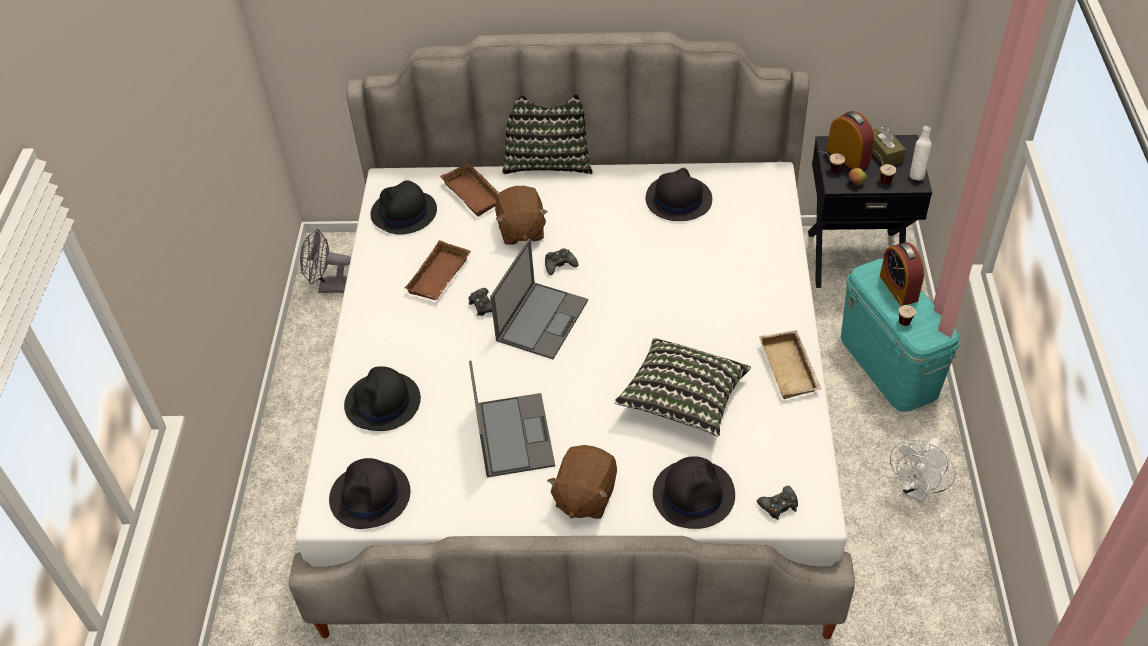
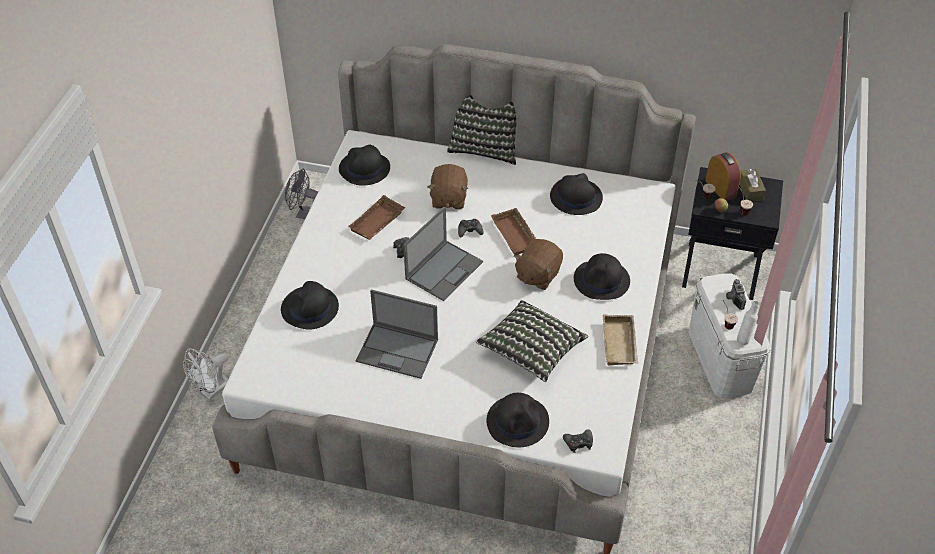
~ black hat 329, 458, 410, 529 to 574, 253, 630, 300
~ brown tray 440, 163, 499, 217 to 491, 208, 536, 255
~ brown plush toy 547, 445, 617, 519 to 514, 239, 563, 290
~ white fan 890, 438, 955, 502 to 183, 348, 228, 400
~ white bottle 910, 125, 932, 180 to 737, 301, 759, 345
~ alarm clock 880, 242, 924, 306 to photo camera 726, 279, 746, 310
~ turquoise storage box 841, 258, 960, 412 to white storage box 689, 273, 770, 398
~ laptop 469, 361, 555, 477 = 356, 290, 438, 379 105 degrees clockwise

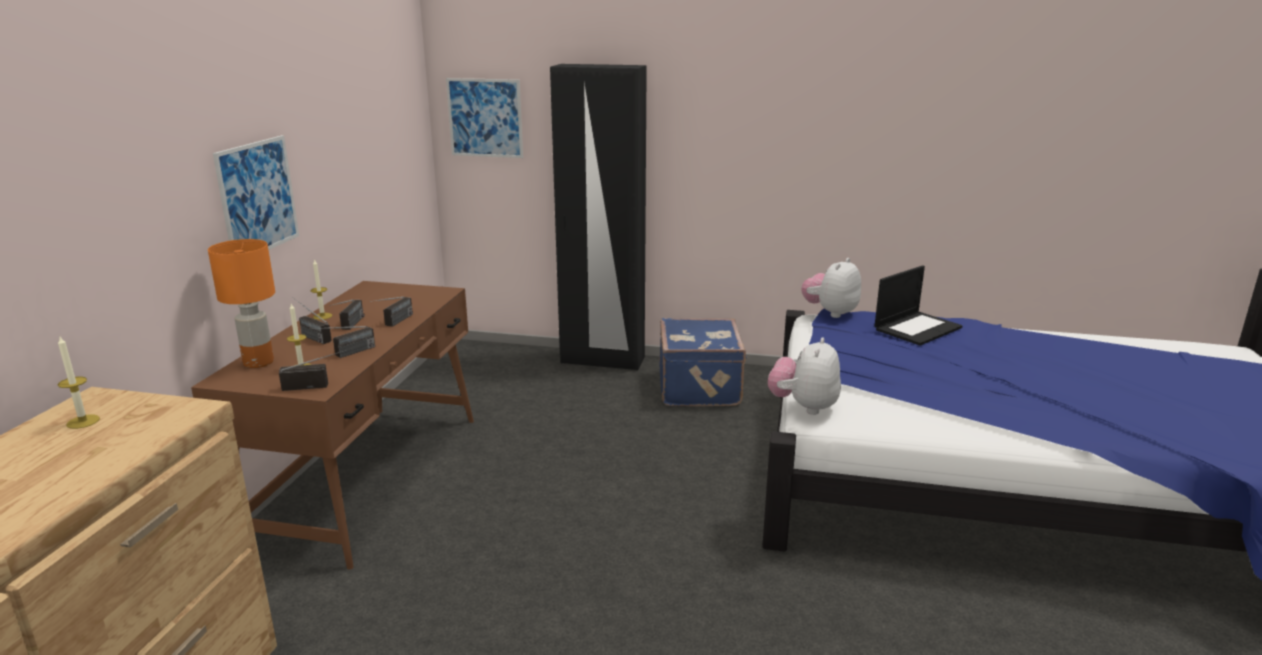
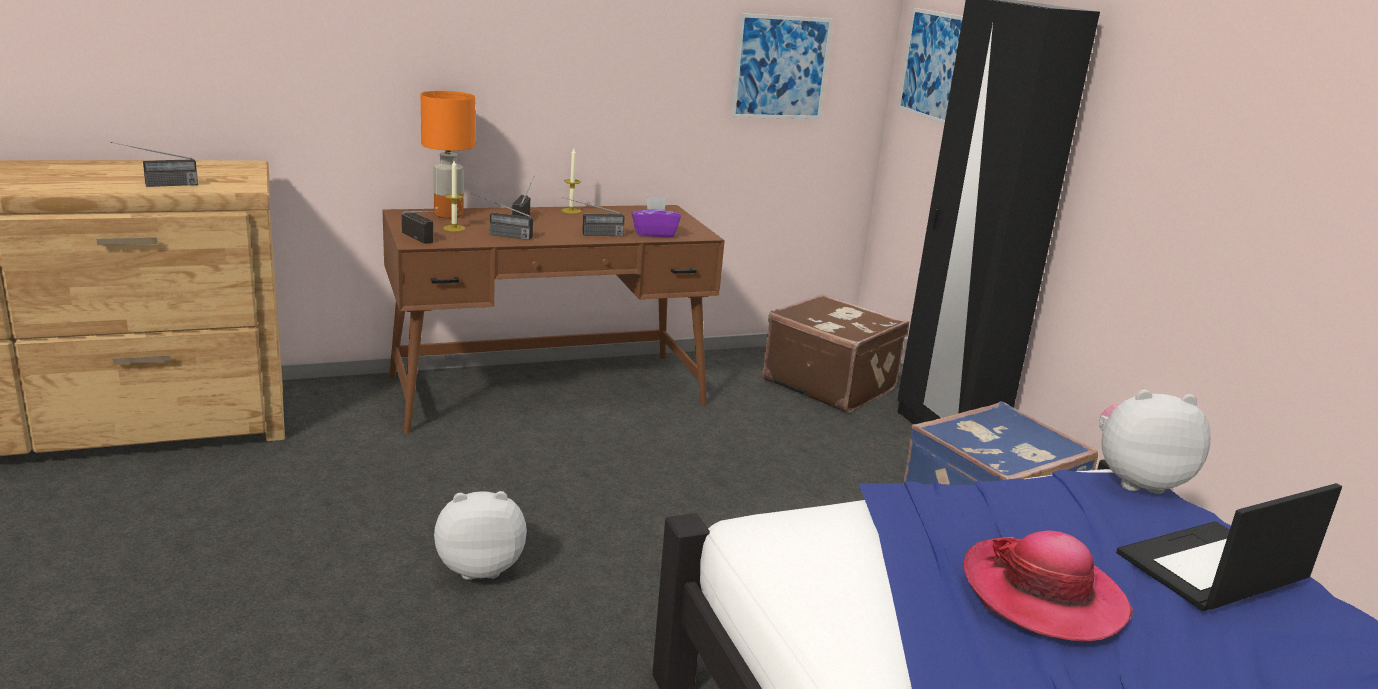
- candle 58, 337, 100, 429
+ purple tissue box 631, 197, 681, 237
+ brown suitcase 762, 294, 909, 413
+ hat 963, 531, 1133, 641
~ picture 213, 135, 299, 250 to 731, 13, 833, 119
~ radio 330, 300, 365, 330 to 111, 142, 198, 187
~ plush toy 768, 337, 841, 415 to 434, 491, 527, 580
~ laptop 874, 265, 963, 346 = 1116, 483, 1342, 611 135 degrees clockwise

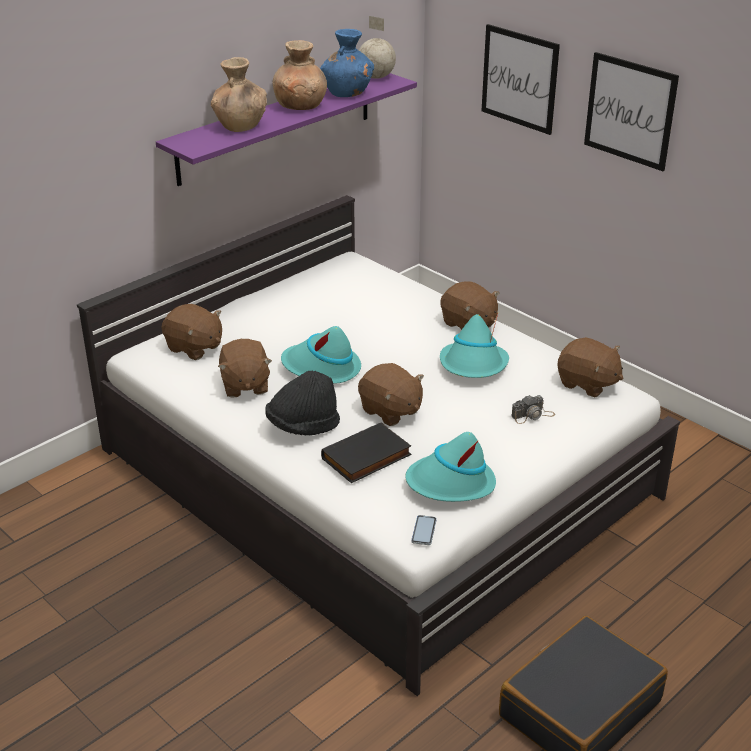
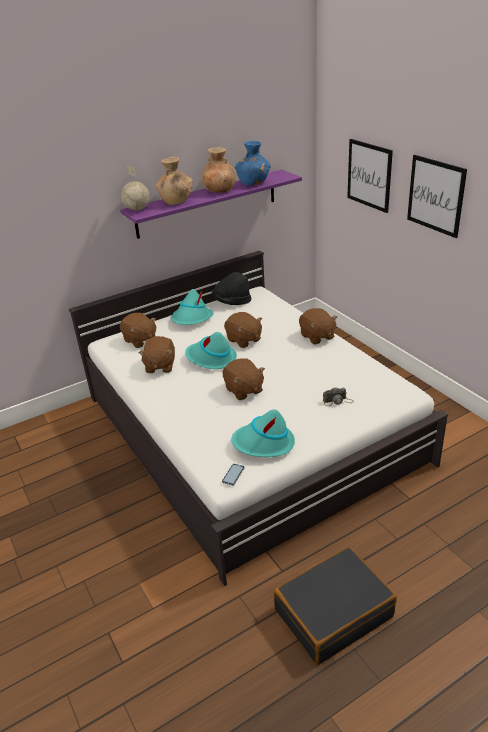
- black book 321, 422, 411, 483
~ black hat 265, 371, 340, 435 to 212, 272, 251, 305
~ globe 359, 16, 396, 79 to 121, 165, 150, 210
~ turquoise hat 440, 314, 509, 378 to 171, 288, 213, 325
~ brown plush toy 558, 337, 623, 397 to 224, 312, 262, 348

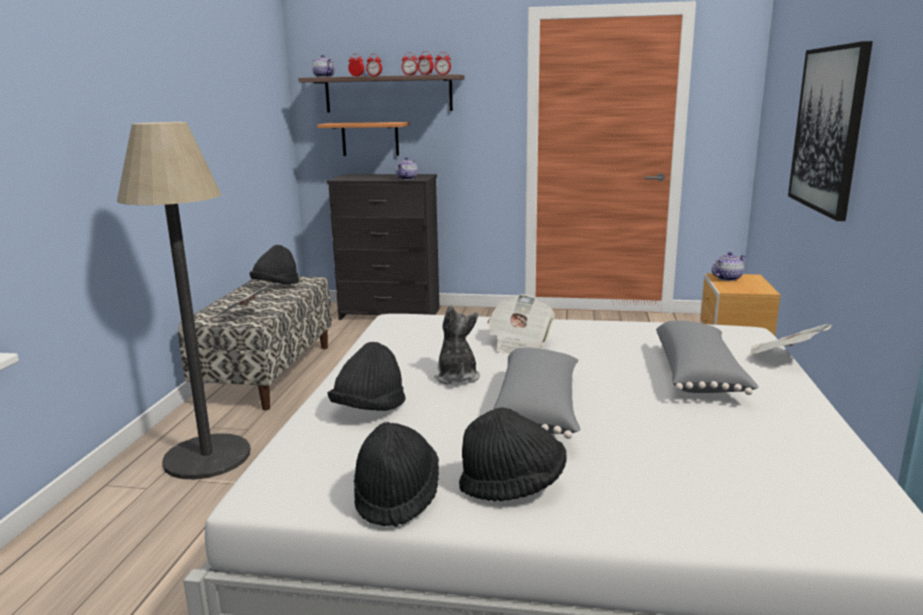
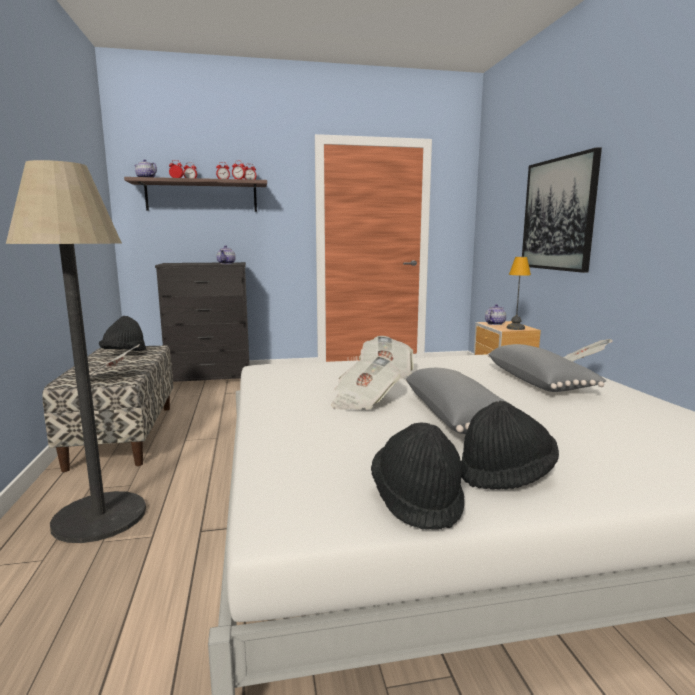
- shelf 317, 122, 410, 156
- black hat 328, 342, 406, 411
+ table lamp 507, 257, 531, 330
~ plush toy 434, 305, 480, 385 to newspaper 331, 356, 401, 410

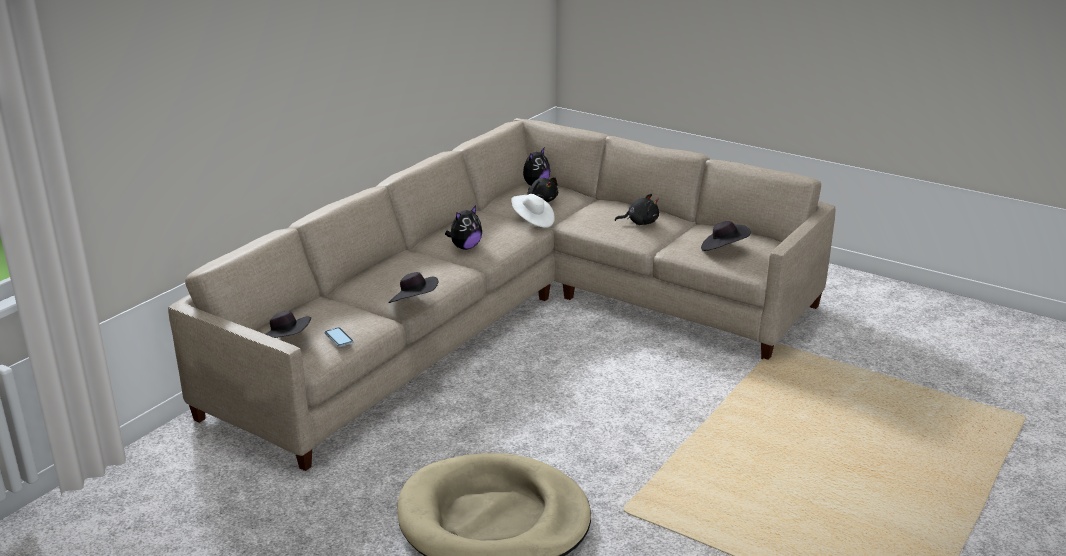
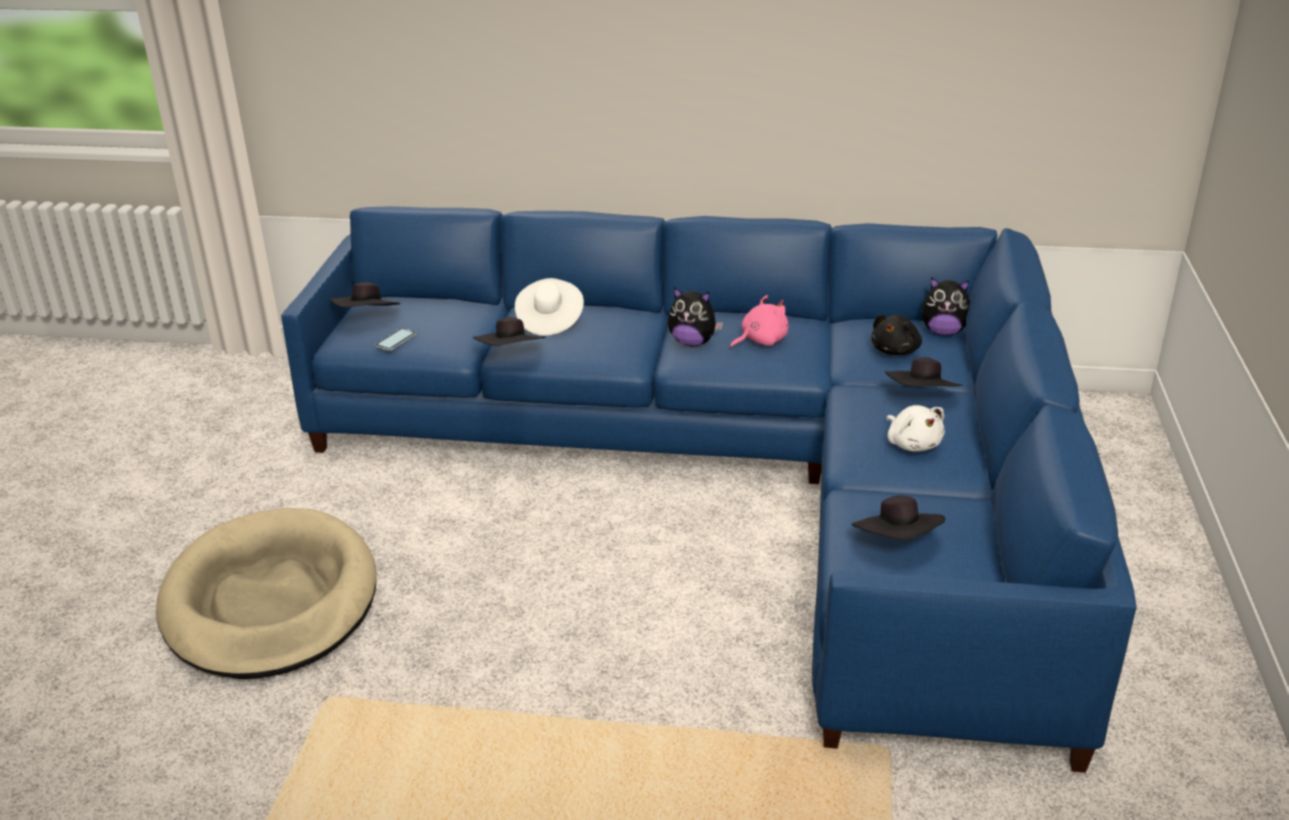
+ pink plush toy 730, 295, 789, 348
+ black hat 885, 357, 963, 387
~ white hat 511, 194, 555, 228 to 515, 278, 584, 336
~ beige sofa 168, 118, 835, 471 to blue sofa 281, 206, 1137, 773
~ black plush toy 615, 194, 659, 225 to white plush toy 886, 405, 945, 452

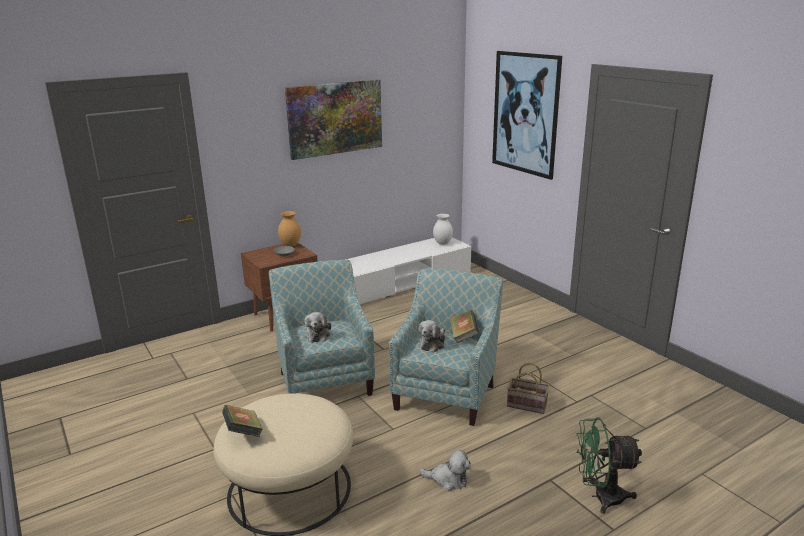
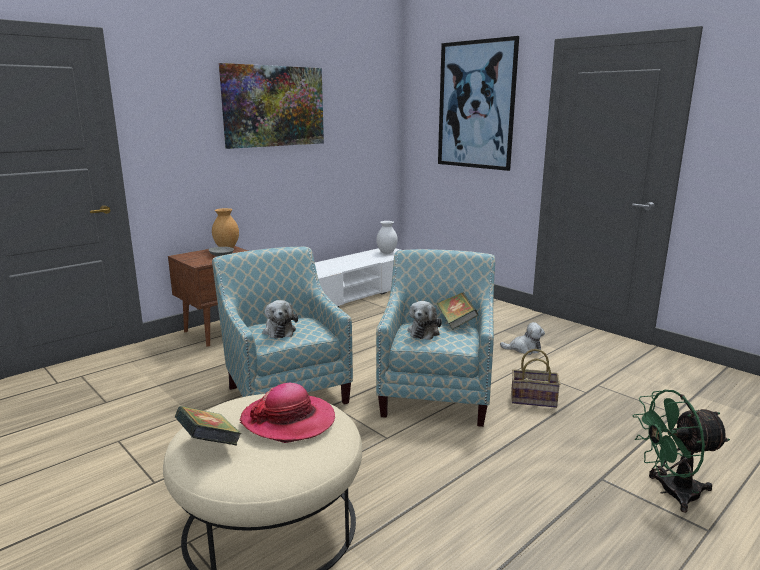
+ hat 240, 383, 335, 443
~ plush toy 420, 450, 471, 491 to 500, 322, 545, 355

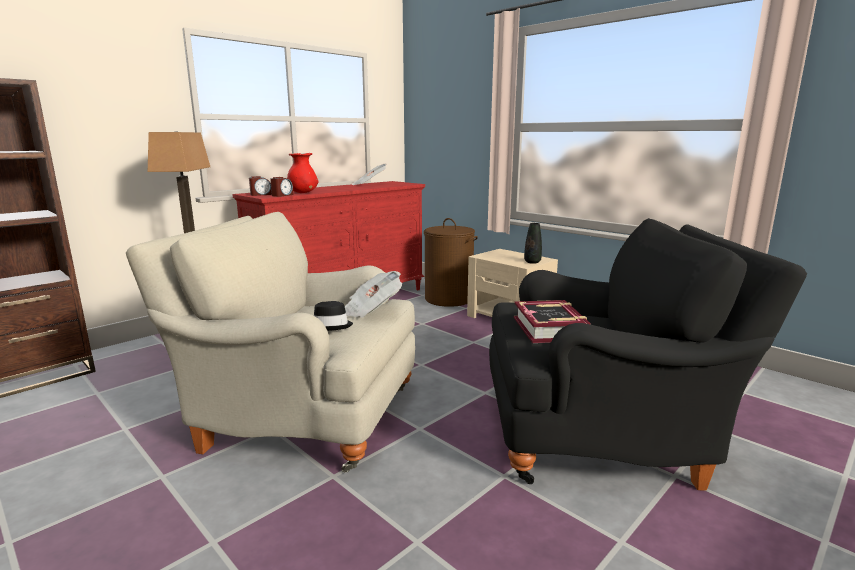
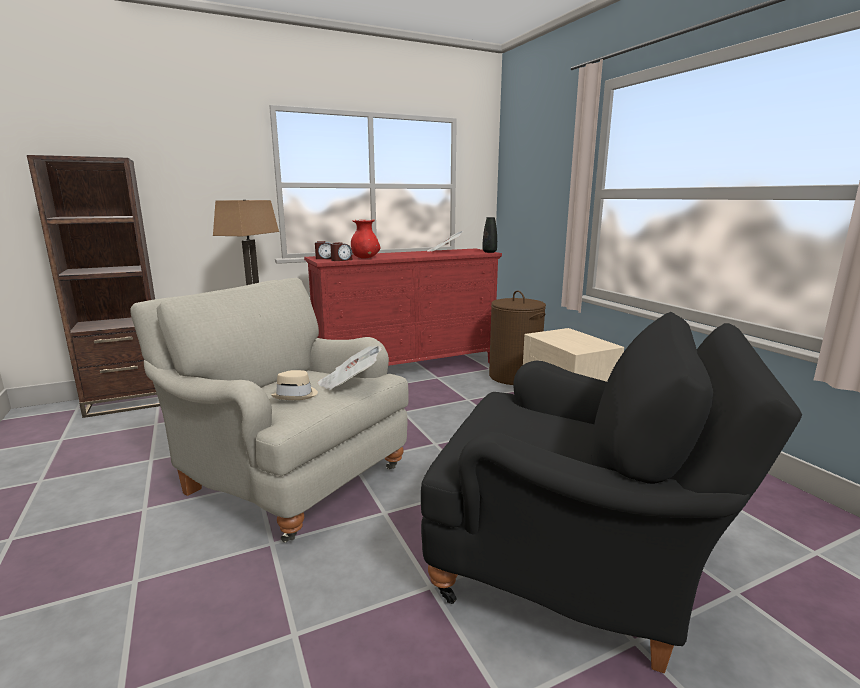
- book 514, 300, 591, 343
~ black vase 524, 223, 542, 264 to 482, 217, 497, 253
~ black hat 314, 301, 353, 331 to beige hat 271, 370, 318, 400

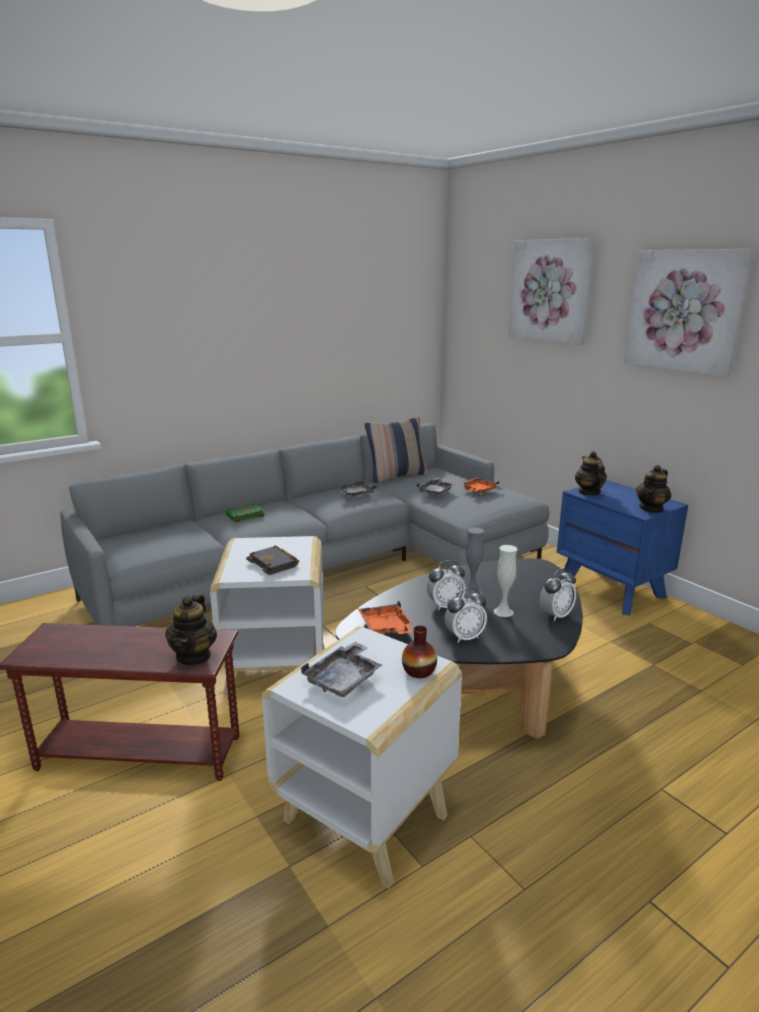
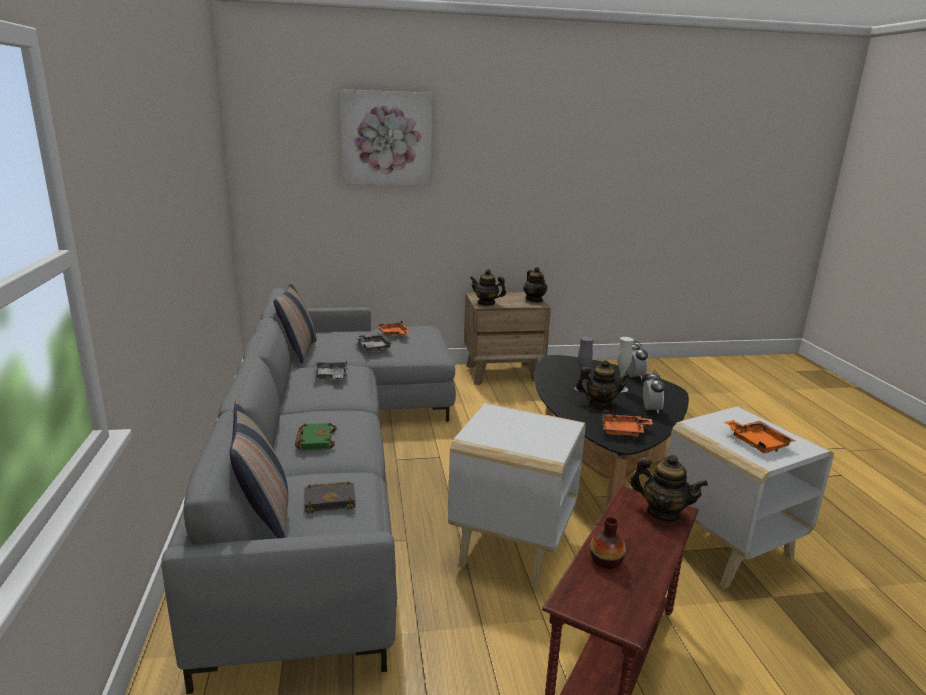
- picture 624, 249, 754, 377
+ pillow 230, 399, 288, 538
~ black book 246, 546, 299, 575 to 304, 481, 356, 514
~ vase 402, 625, 437, 678 to 590, 517, 626, 569
~ alarm clock 427, 560, 466, 611 to teapot 576, 360, 630, 407
~ grey tray 301, 642, 382, 697 to orange tray 724, 420, 795, 453
~ blue nightstand 557, 480, 688, 616 to brown nightstand 464, 292, 551, 385

